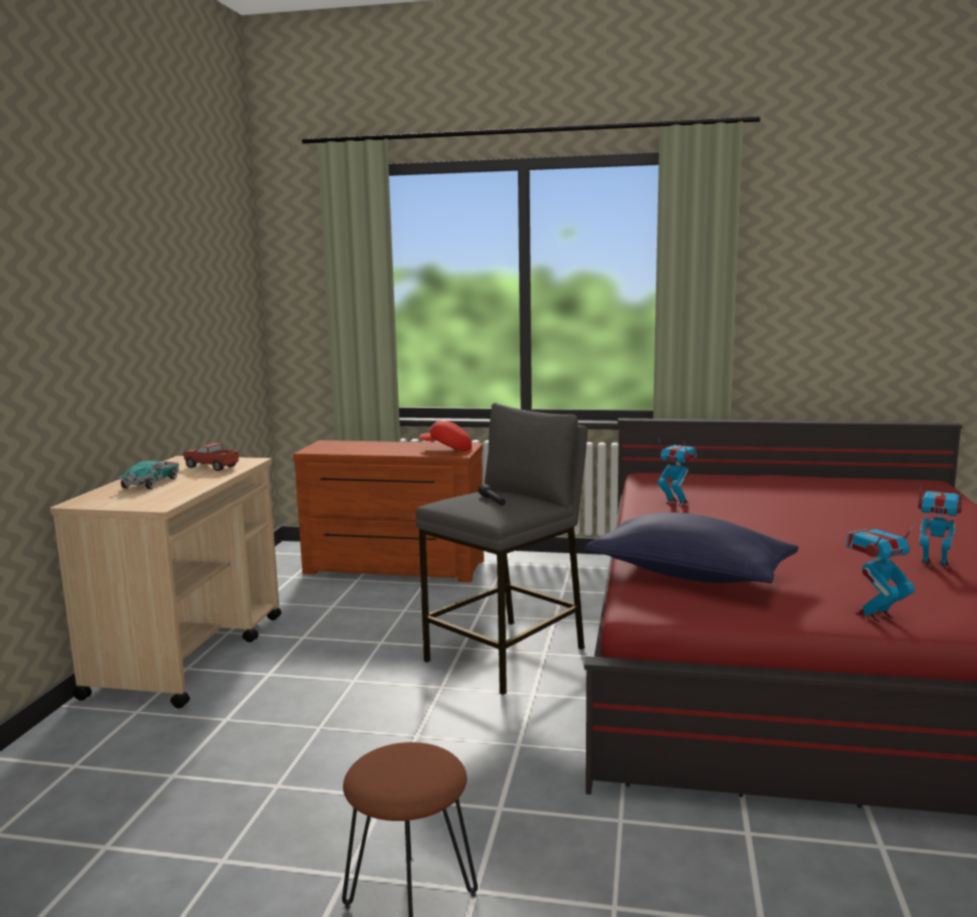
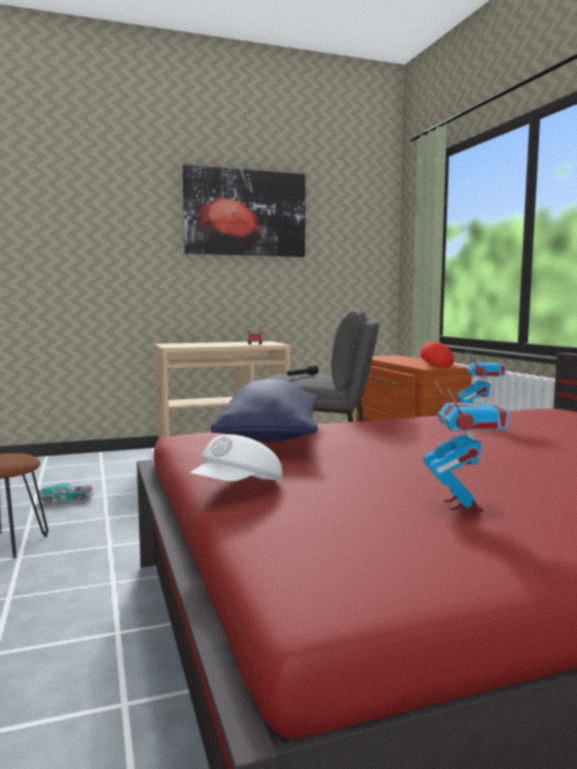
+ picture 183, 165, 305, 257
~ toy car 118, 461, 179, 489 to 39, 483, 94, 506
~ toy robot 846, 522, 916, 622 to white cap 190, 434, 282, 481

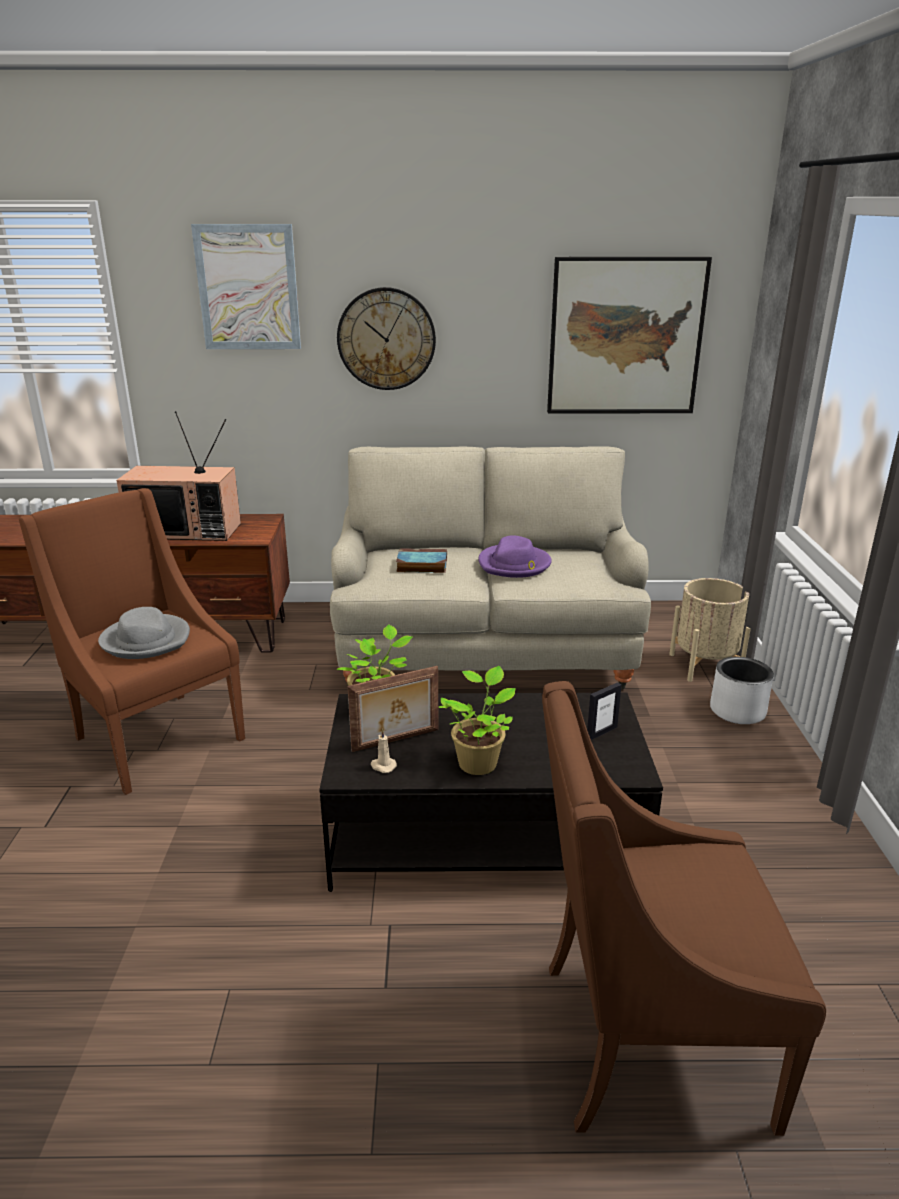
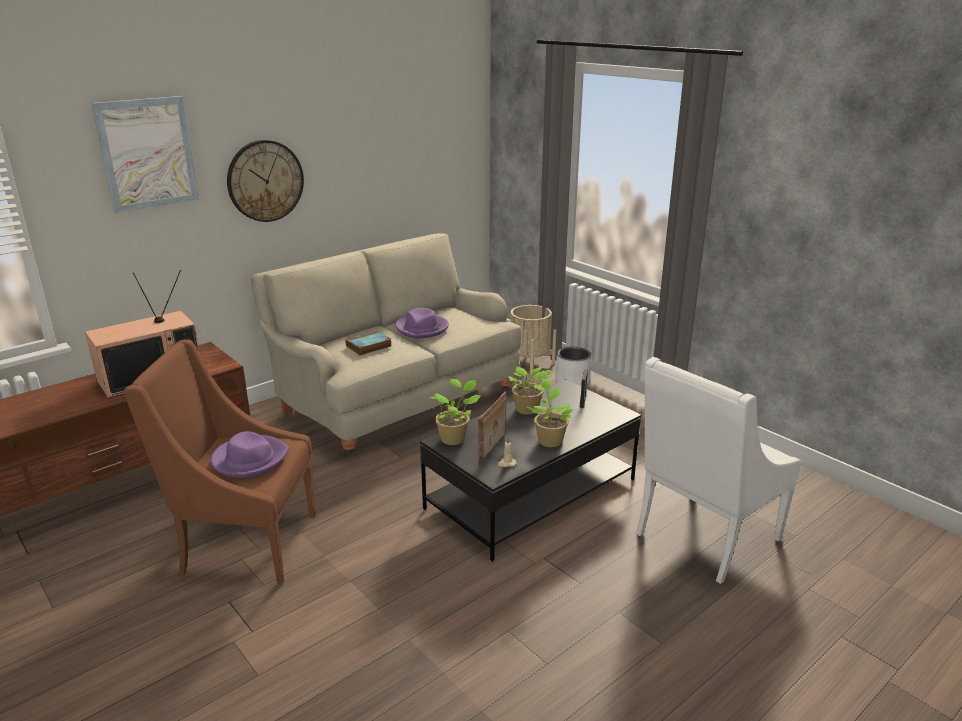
- picture 547, 257, 712, 414
+ potted plant 508, 367, 552, 415
~ grey hat 98, 607, 190, 659 to purple hat 211, 431, 289, 478
~ brown armchair 542, 681, 826, 1136 to white armchair 636, 357, 801, 584

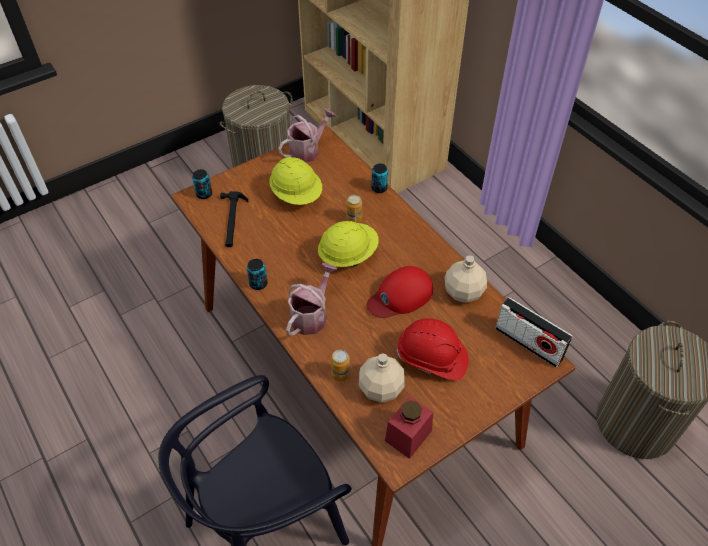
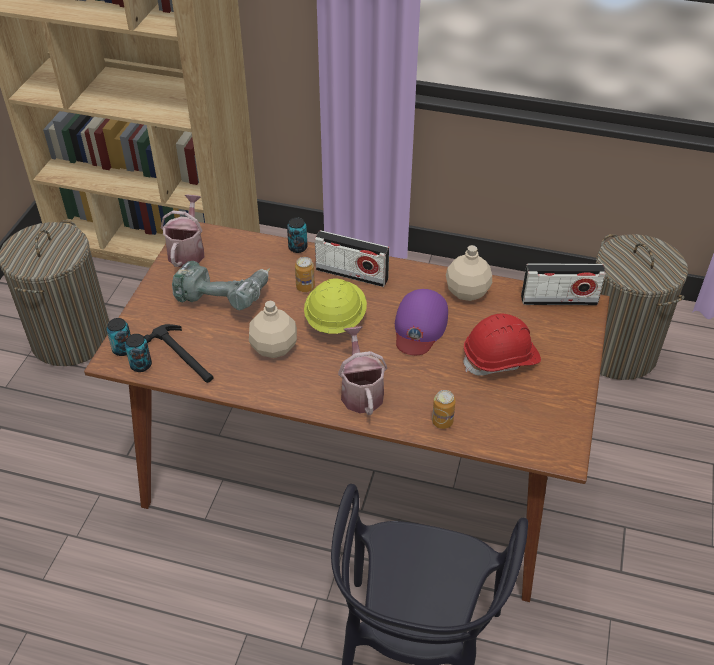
- red jar 385, 396, 433, 459
+ radio 315, 230, 389, 287
~ can 247, 259, 268, 290 to 125, 334, 152, 372
~ beige bottle 359, 353, 405, 403 to 249, 301, 297, 358
~ yellow hard hat 270, 157, 322, 205 to power drill 172, 261, 270, 310
~ red cap 366, 266, 433, 318 to purple cap 395, 289, 448, 355

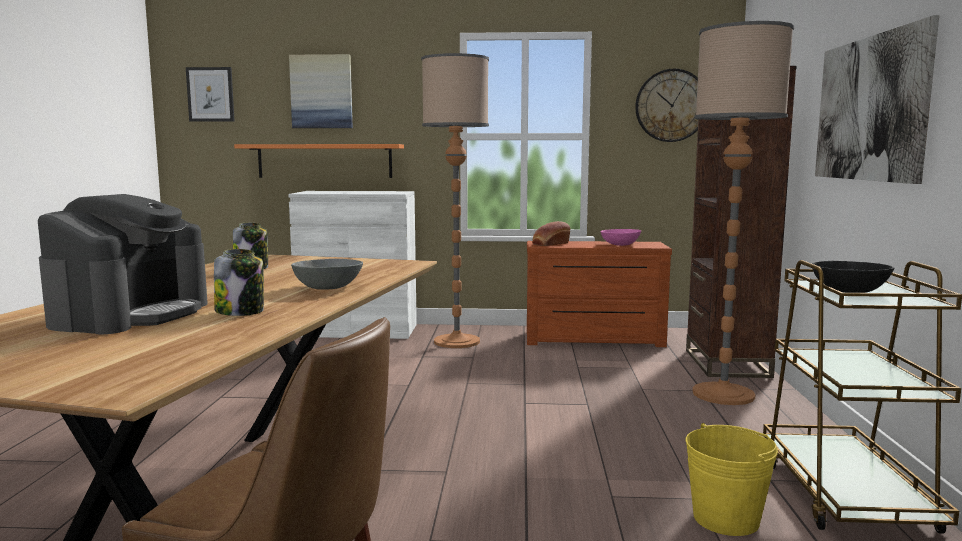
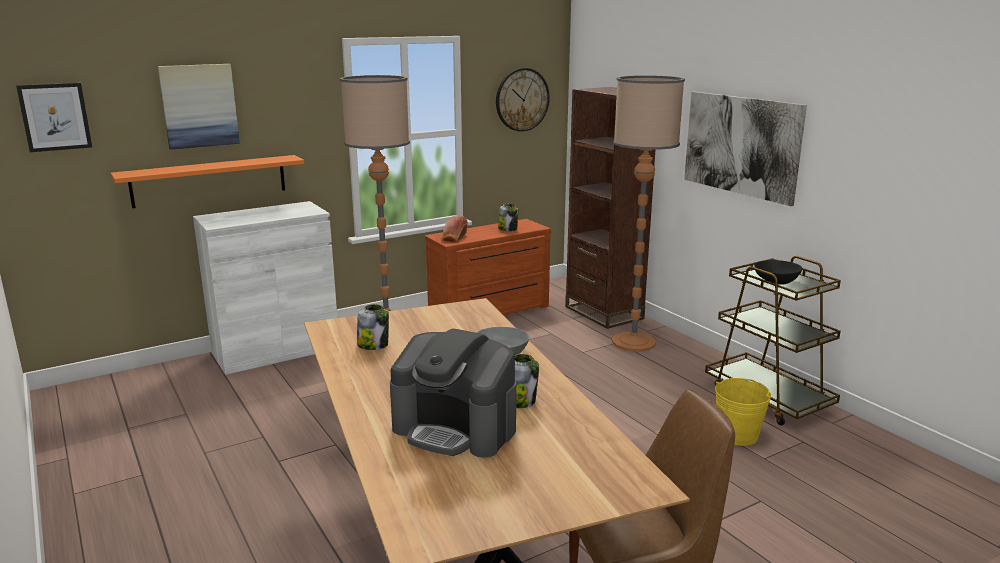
~ pink bowl 601, 229, 641, 246 to jar 498, 204, 518, 231
~ coffee machine 38, 194, 208, 334 = 390, 329, 516, 458 135 degrees clockwise

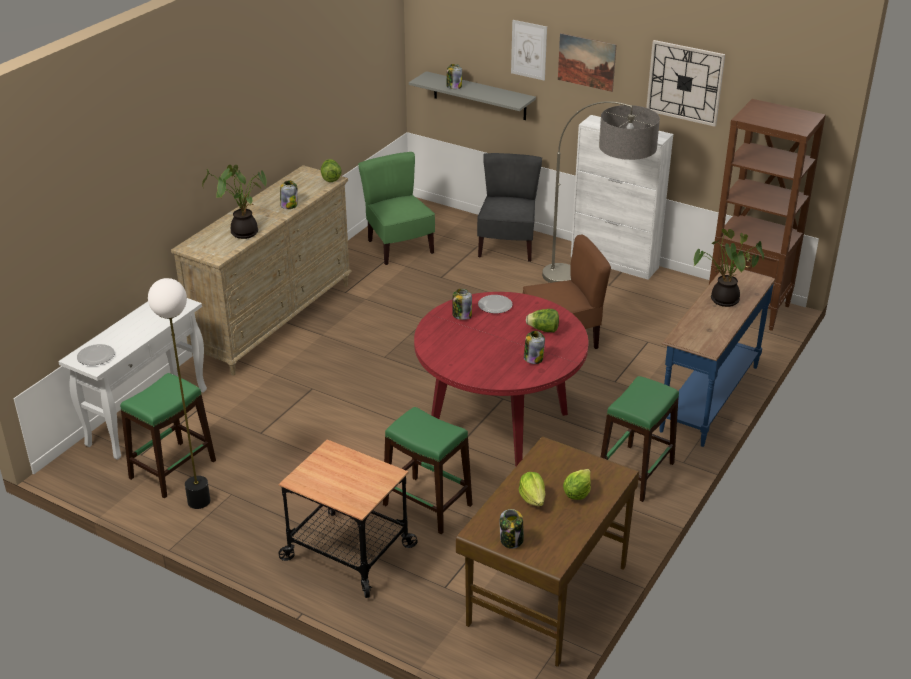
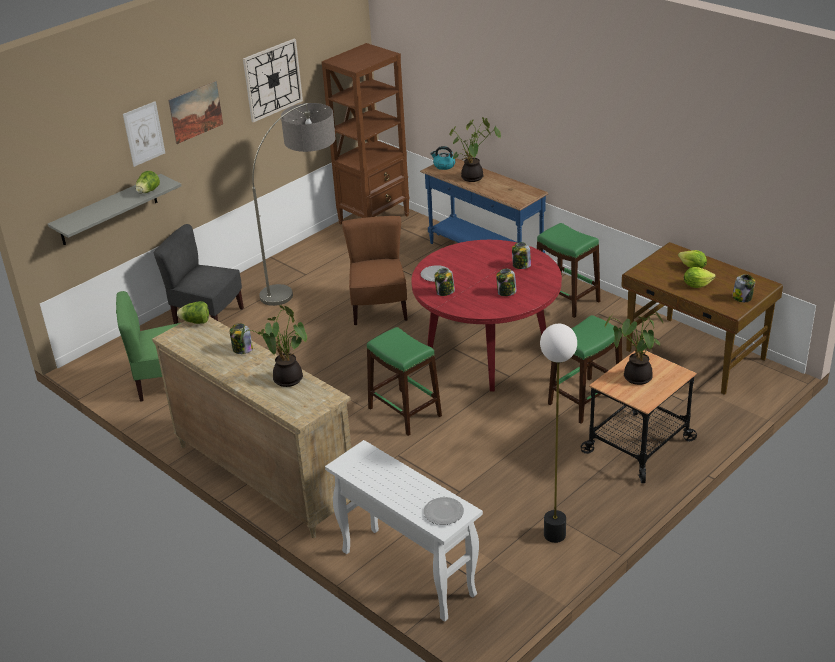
- white cabinet 571, 115, 673, 280
+ kettle 430, 146, 455, 170
+ potted plant 605, 309, 663, 385
~ green stool 120, 373, 216, 498 to 367, 327, 442, 436
~ jar 447, 64, 462, 89 to 496, 269, 517, 296
~ lettuce 526, 309, 559, 332 to 136, 171, 160, 194

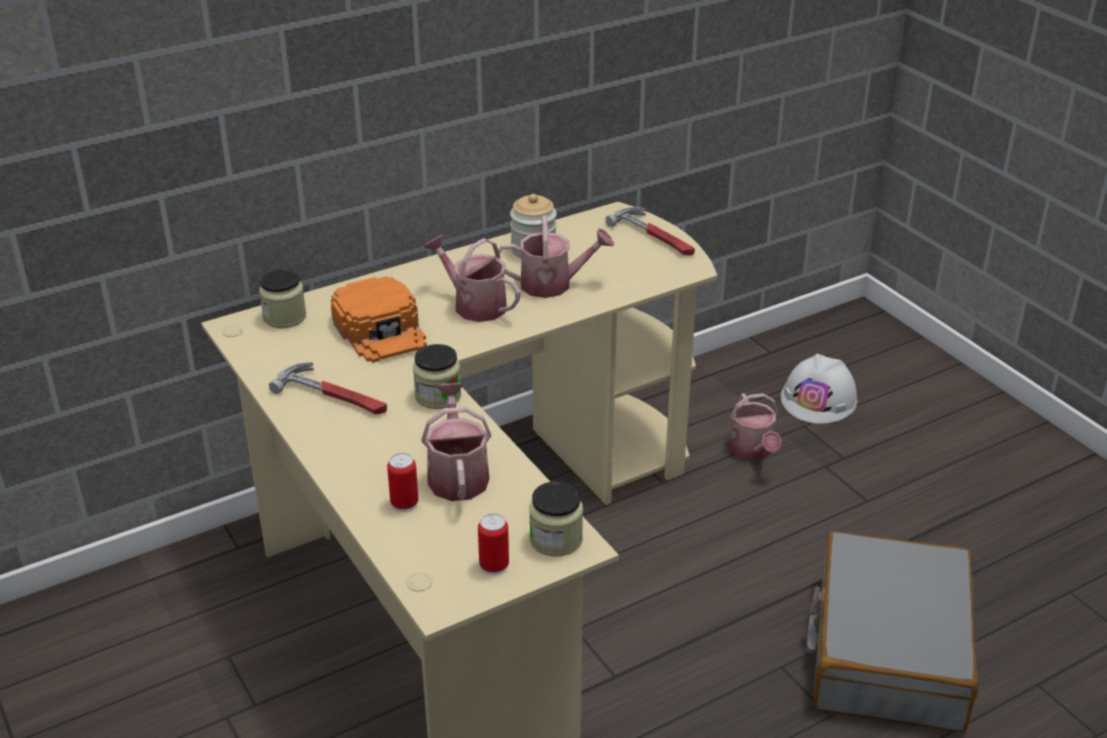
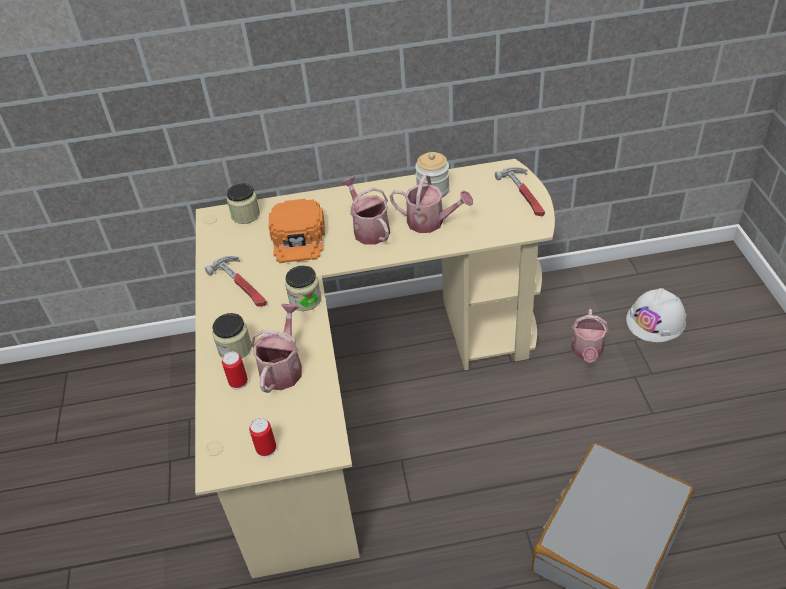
~ jar 529, 481, 583, 557 to 212, 313, 252, 358

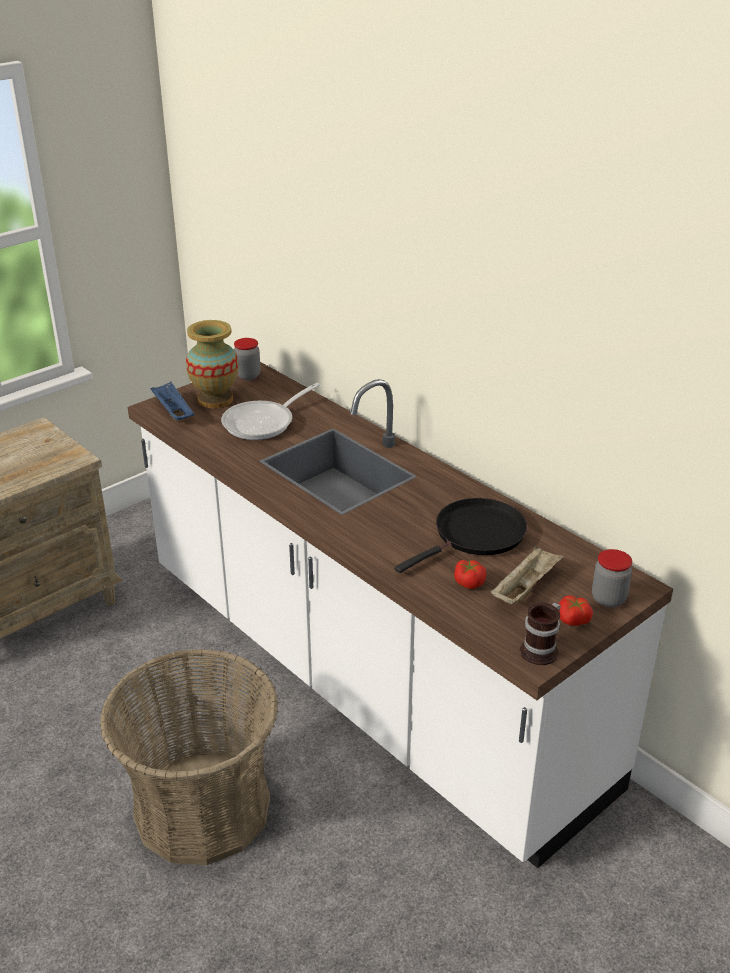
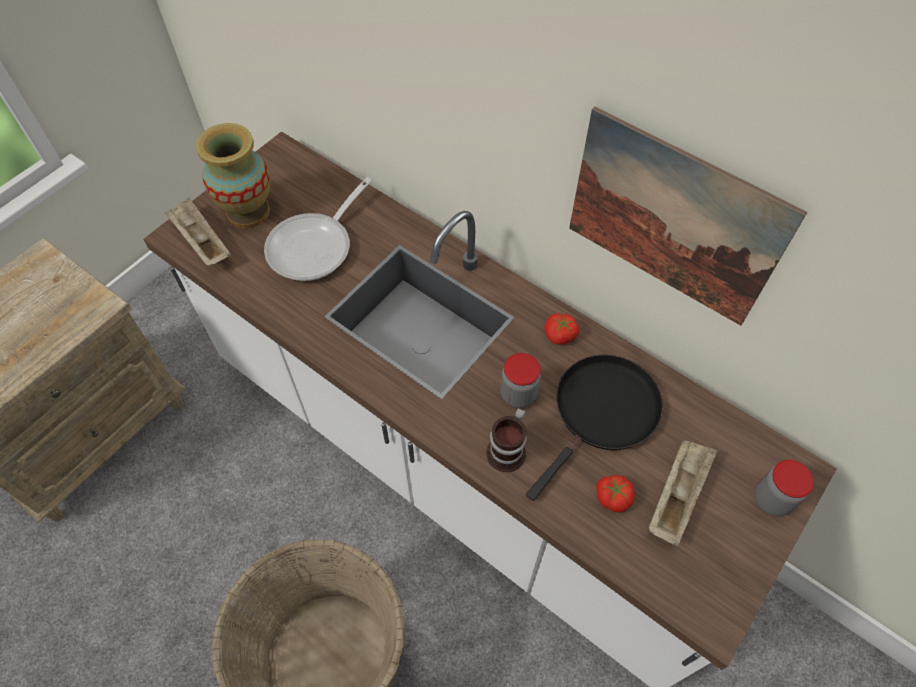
+ picture 569, 106, 807, 326
~ jar 234, 338, 261, 380 to 500, 353, 541, 408
~ mug 520, 602, 561, 665 to 486, 408, 527, 472
~ tomato 559, 595, 593, 626 to 544, 313, 580, 345
~ blue tray 150, 382, 195, 421 to beige tray 165, 198, 231, 266

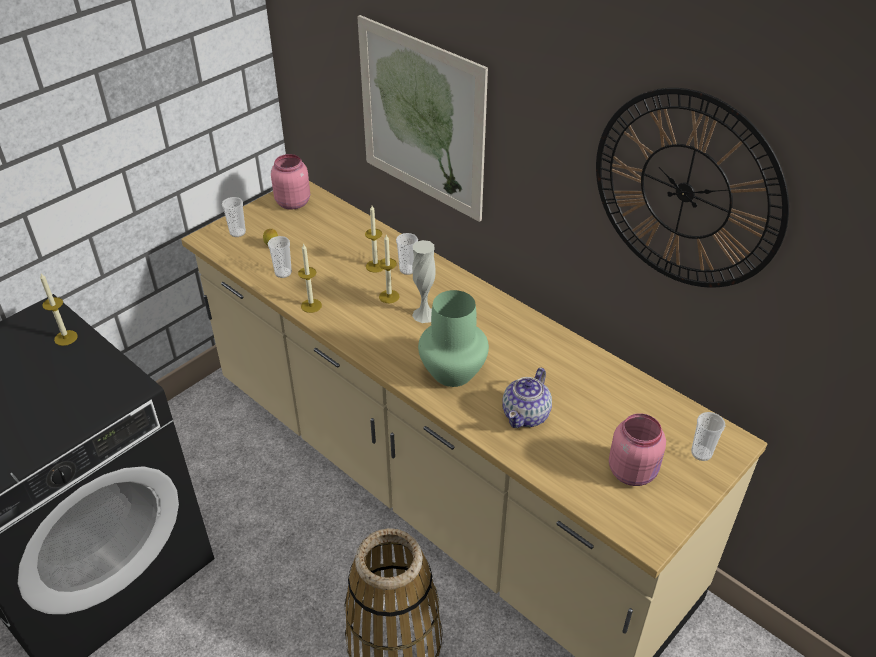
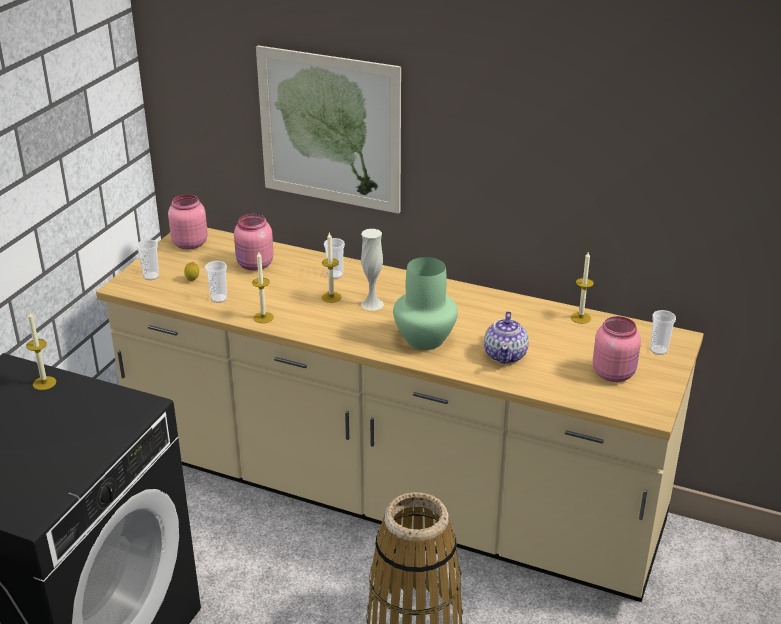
- wall clock 596, 88, 789, 288
+ pink jar 234, 214, 274, 270
~ candle 365, 206, 384, 273 to 571, 251, 594, 324

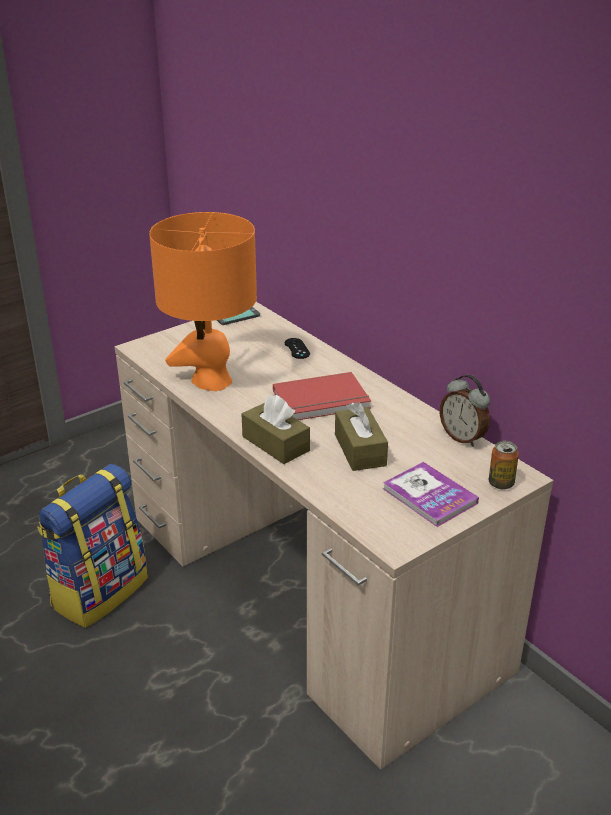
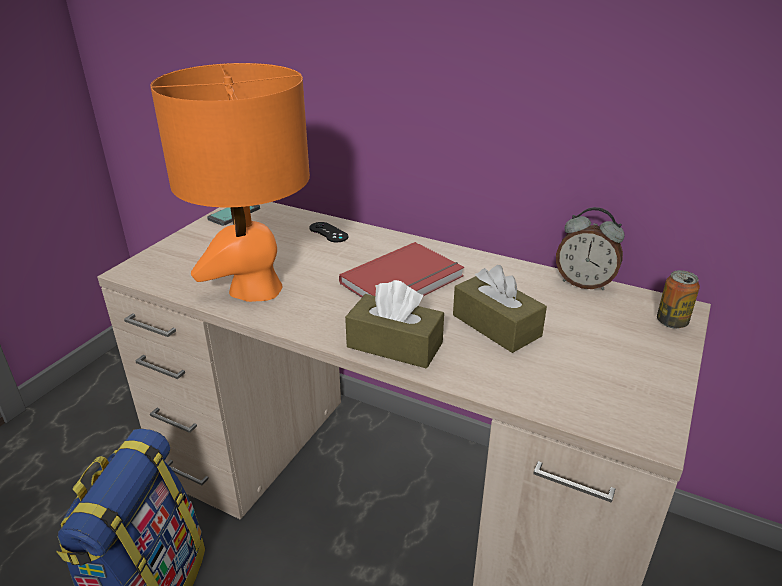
- book 383, 462, 479, 527

